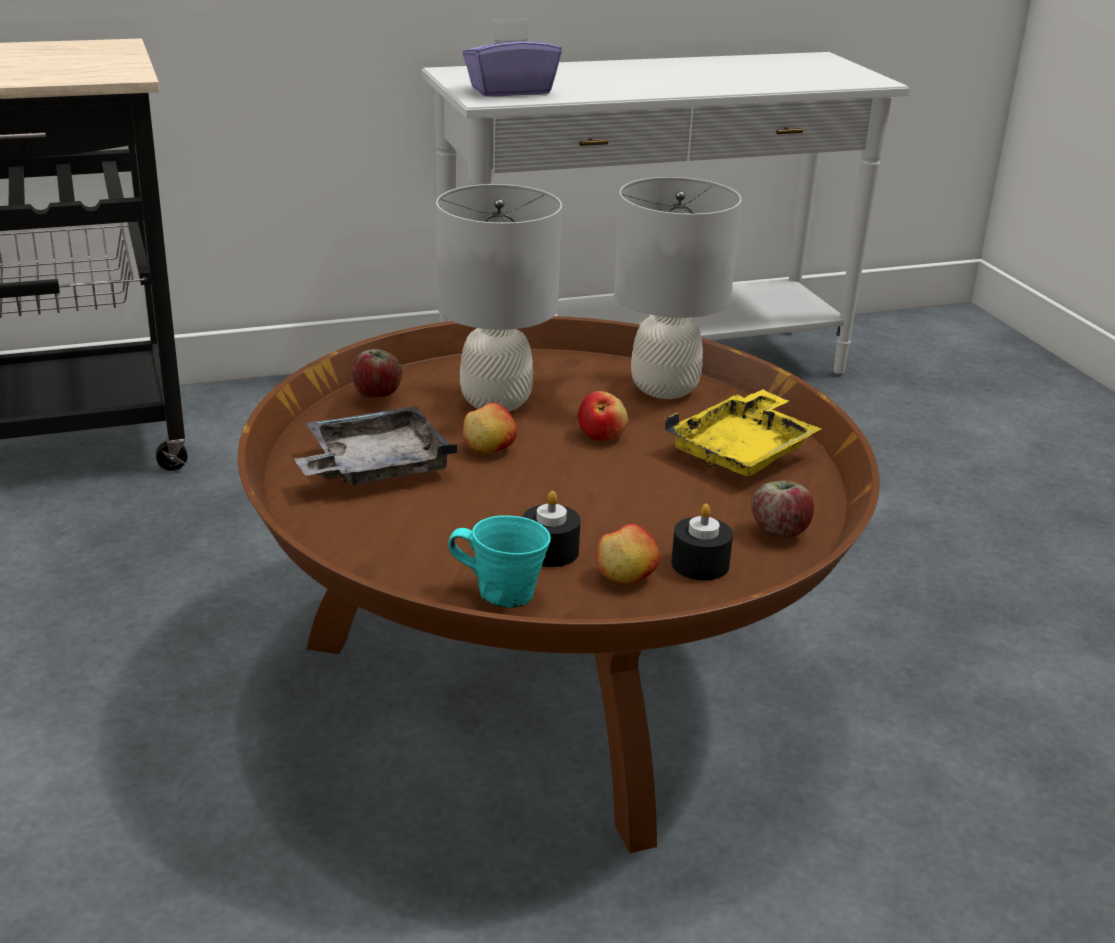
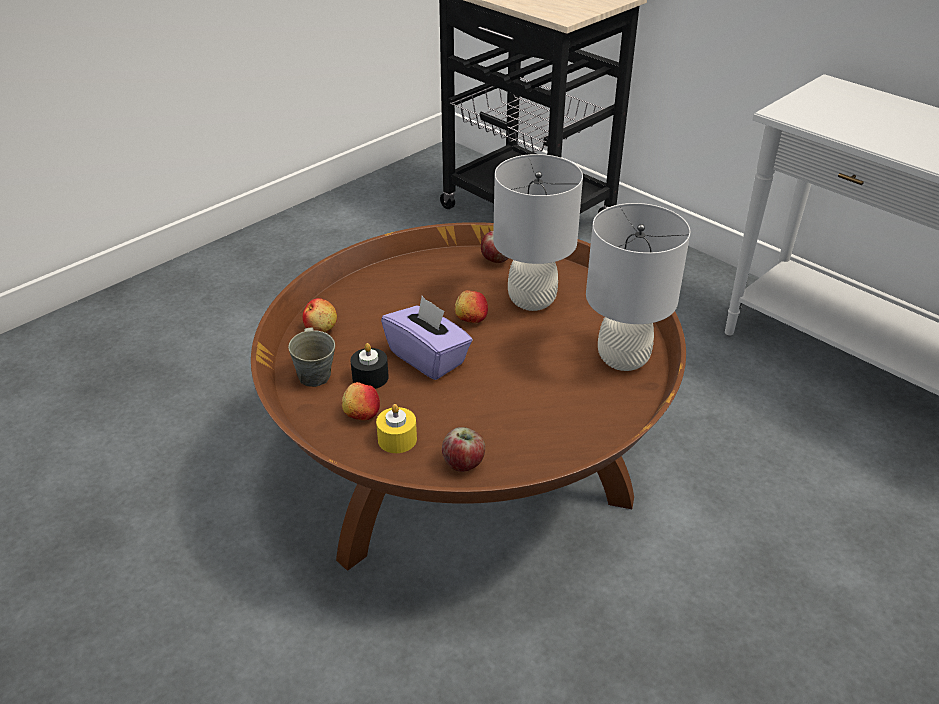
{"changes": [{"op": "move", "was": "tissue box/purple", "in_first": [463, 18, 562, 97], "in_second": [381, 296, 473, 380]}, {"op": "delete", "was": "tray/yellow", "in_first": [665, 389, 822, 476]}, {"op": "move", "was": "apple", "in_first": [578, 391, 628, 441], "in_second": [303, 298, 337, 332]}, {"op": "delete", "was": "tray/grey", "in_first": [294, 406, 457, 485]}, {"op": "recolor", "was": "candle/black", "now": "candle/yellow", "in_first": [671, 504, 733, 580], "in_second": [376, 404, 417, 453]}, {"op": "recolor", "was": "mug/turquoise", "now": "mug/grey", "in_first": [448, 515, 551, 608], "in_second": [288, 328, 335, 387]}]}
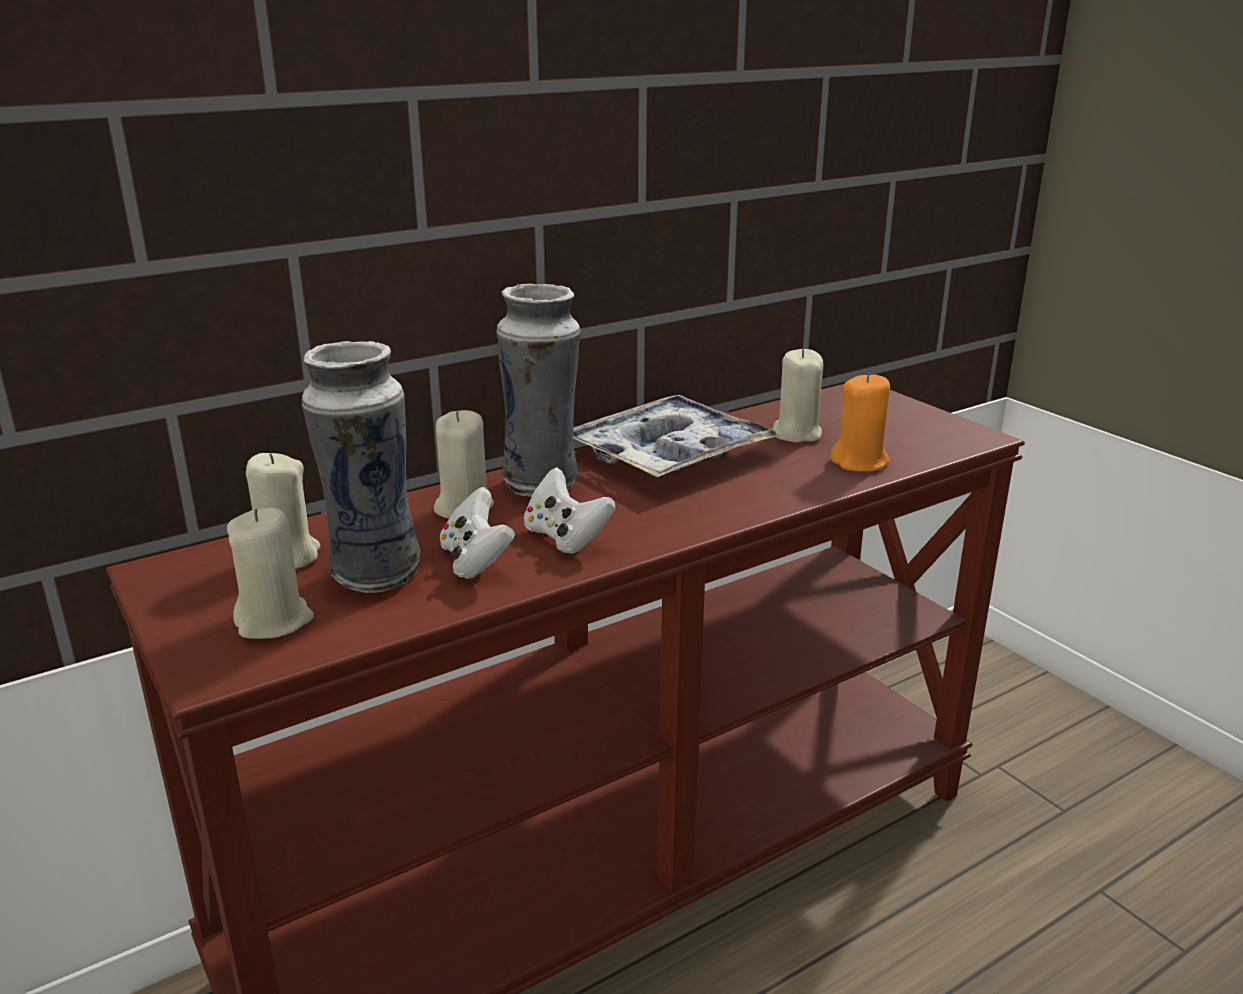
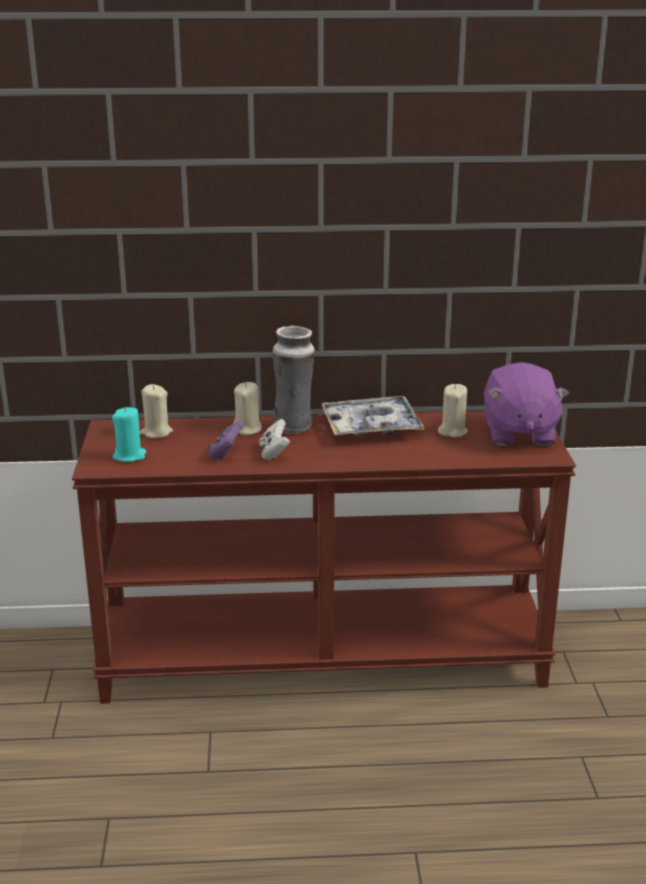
{"changes": [{"op": "delete", "was": "vase", "in_first": [302, 341, 420, 593]}, {"op": "delete", "was": "candle/orange", "in_first": [830, 373, 890, 472]}, {"op": "recolor", "was": "game controller/white", "now": "game controller/purple", "in_first": [440, 487, 515, 579], "in_second": [208, 420, 244, 459]}, {"op": "recolor", "was": "candle/beige", "now": "candle/turquoise", "in_first": [227, 508, 314, 639], "in_second": [112, 407, 146, 462]}, {"op": "insert", "now": "plush toy/purple", "in_second": [484, 362, 569, 446]}]}
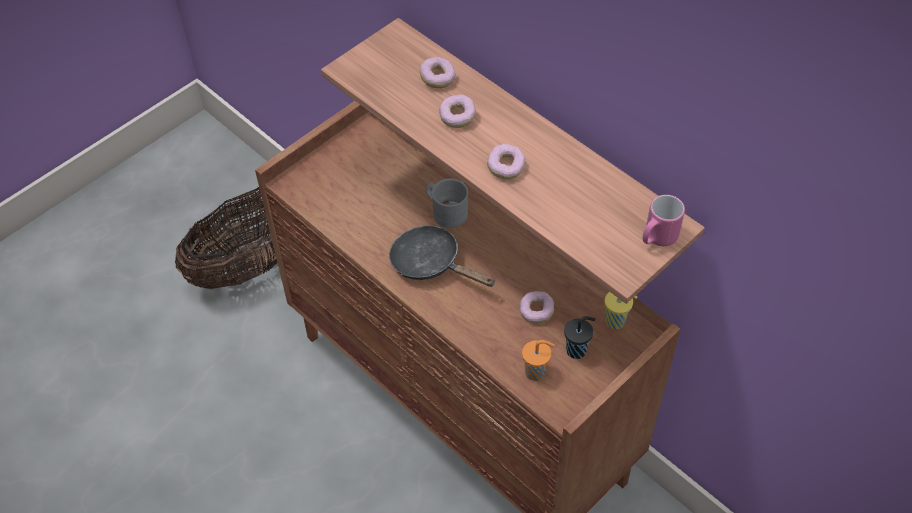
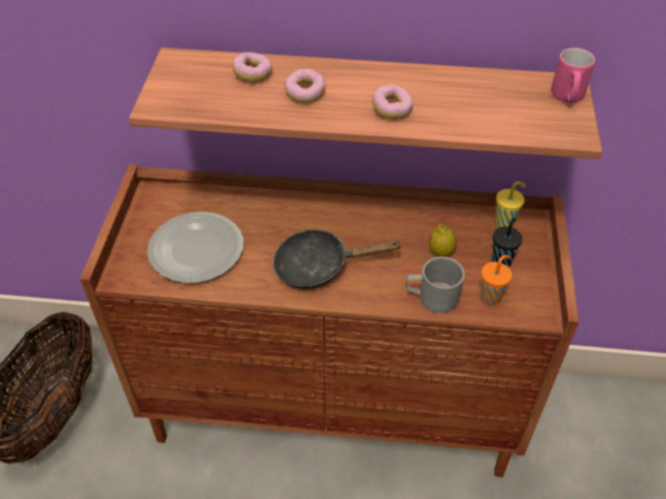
{"changes": [{"op": "move", "was": "mug/grey", "in_first": [426, 178, 468, 228], "in_second": [406, 256, 465, 313]}, {"op": "replace", "was": "donut", "now": "lemon", "in_first": [520, 291, 554, 324], "in_second": [429, 224, 457, 257]}, {"op": "insert", "now": "plate", "in_second": [147, 212, 244, 283]}]}
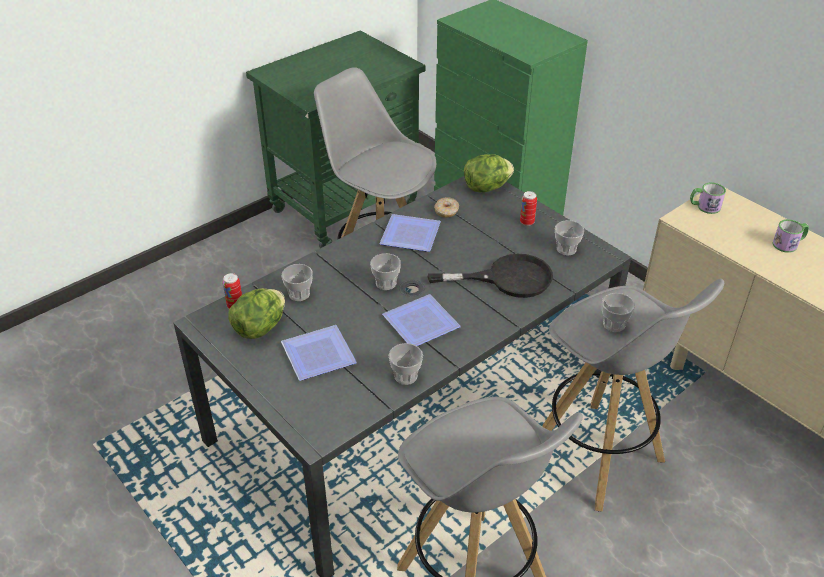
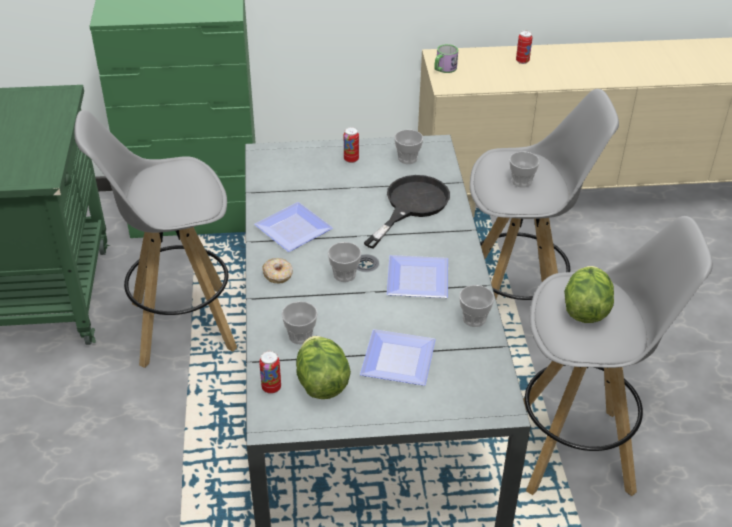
{"changes": [{"op": "move", "was": "lettuce", "in_first": [464, 154, 514, 192], "in_second": [564, 266, 614, 323]}, {"op": "move", "was": "donut", "in_first": [434, 197, 459, 218], "in_second": [263, 258, 293, 283]}, {"op": "replace", "was": "mug", "now": "can", "in_first": [773, 219, 809, 253], "in_second": [516, 31, 532, 64]}]}
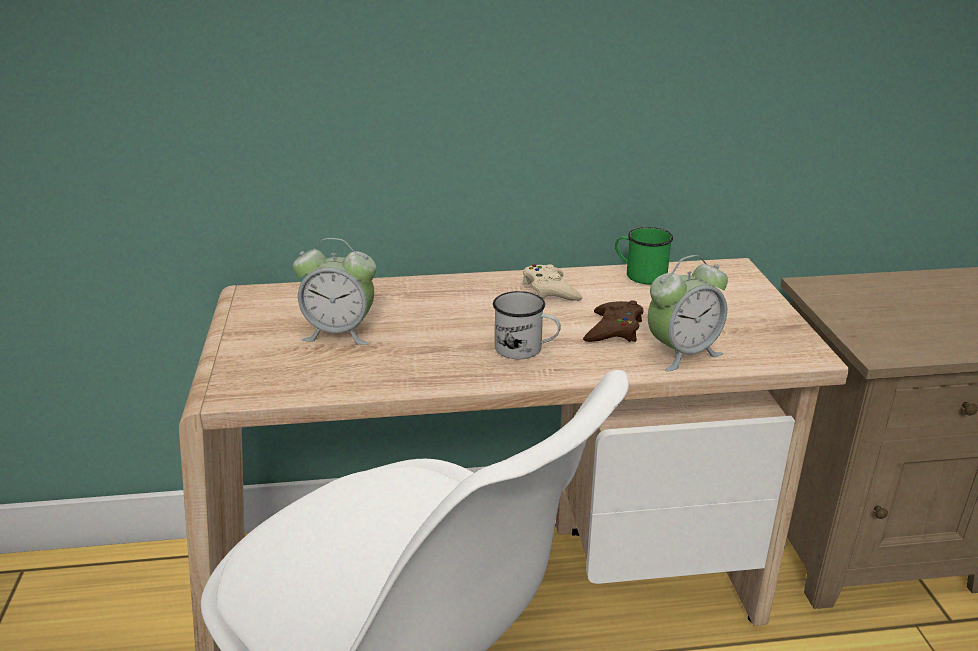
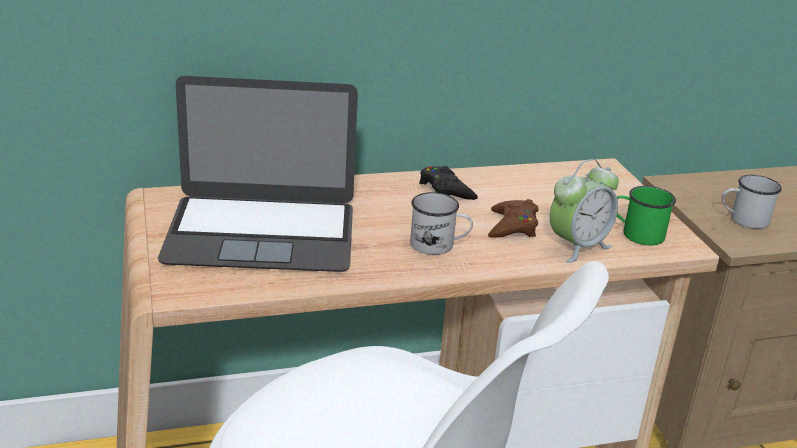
{"changes": [{"op": "move", "was": "mug/green", "in_first": [615, 227, 673, 284], "in_second": [617, 186, 676, 245]}, {"op": "replace", "was": "alarm clock", "now": "laptop", "in_first": [293, 238, 376, 345], "in_second": [158, 76, 358, 272]}, {"op": "recolor", "was": "game controller/beige", "now": "game controller/black", "in_first": [523, 264, 582, 301], "in_second": [419, 166, 478, 200]}, {"op": "insert", "now": "mug/white", "in_second": [722, 175, 782, 229]}]}
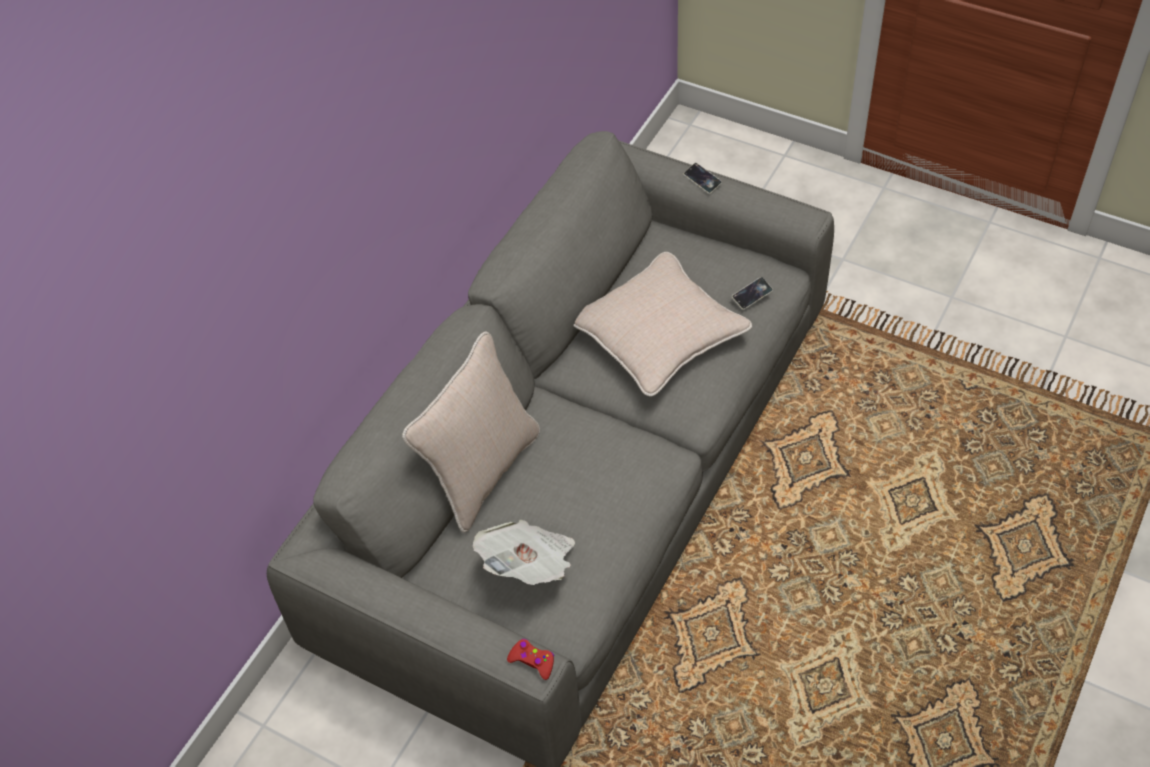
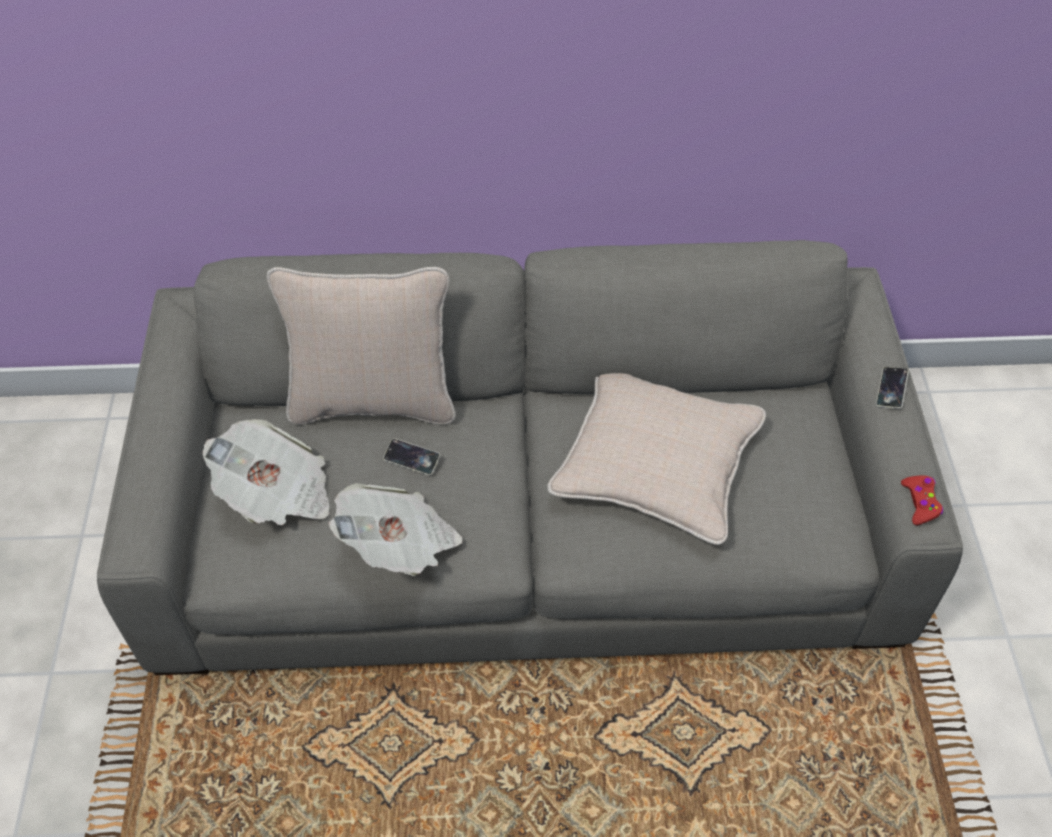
{"changes": [{"op": "move", "was": "phone", "in_first": [732, 277, 773, 310], "in_second": [383, 438, 440, 476]}, {"op": "move", "was": "game controller/red", "in_first": [507, 639, 554, 680], "in_second": [901, 476, 943, 525]}, {"op": "insert", "now": "newspaper", "in_second": [328, 483, 462, 576]}]}
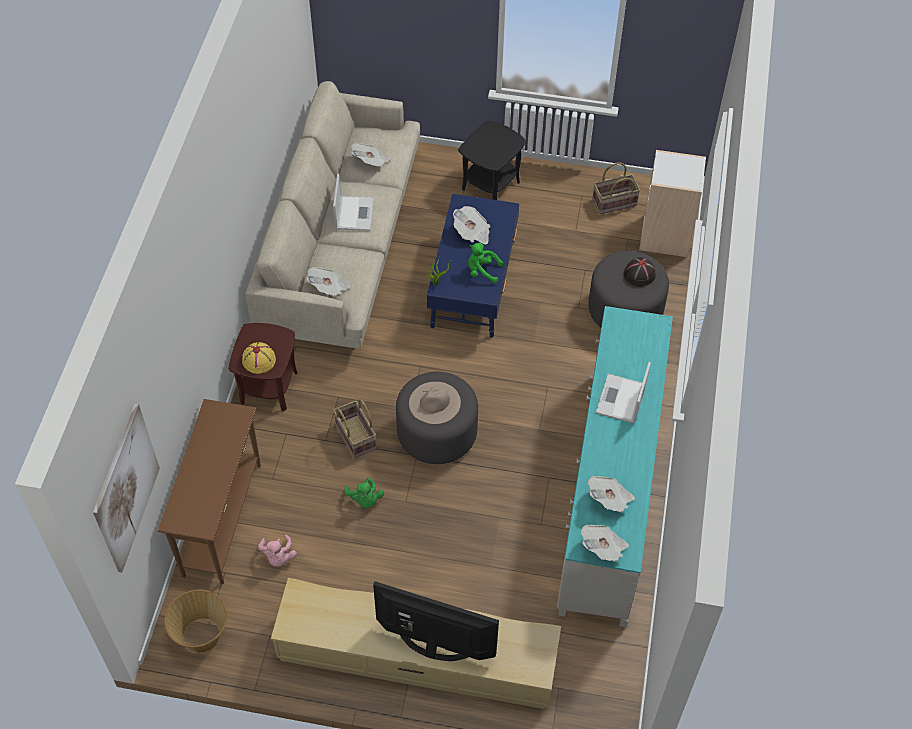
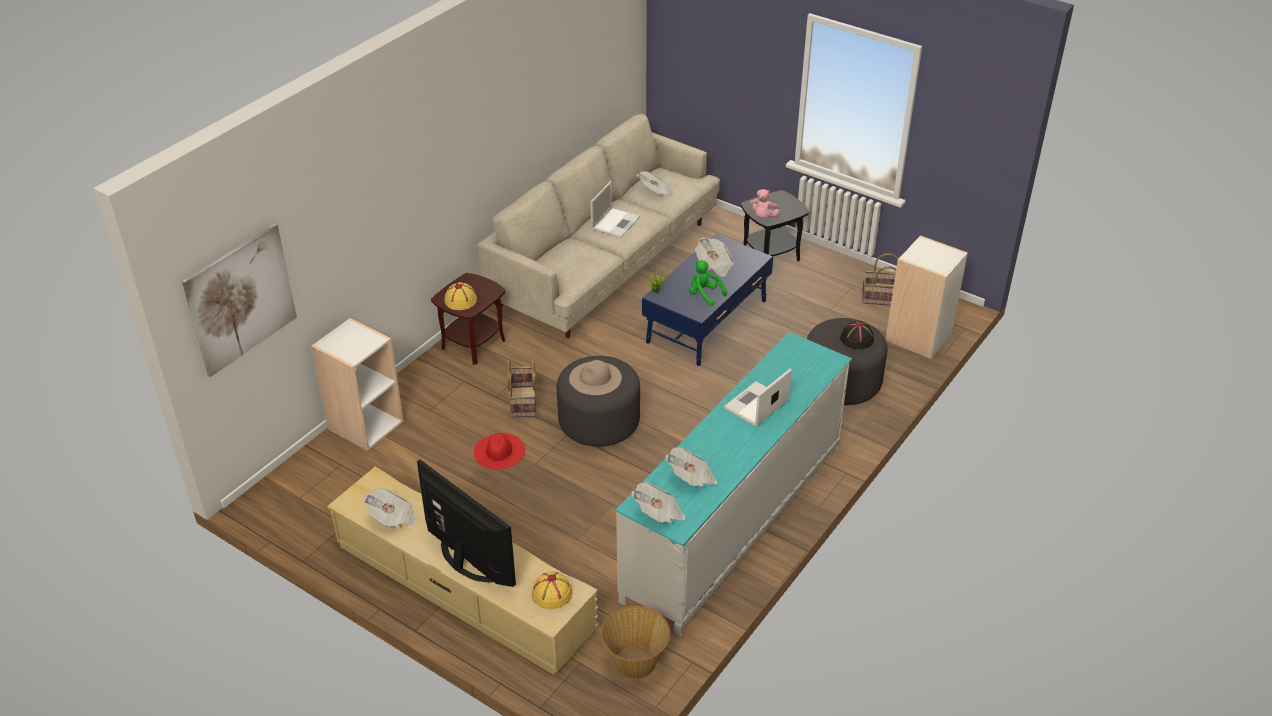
{"changes": [{"op": "move", "was": "newspaper", "in_first": [306, 267, 351, 296], "in_second": [364, 488, 416, 528]}, {"op": "replace", "was": "console table/brown", "now": "bookcase", "in_first": [158, 399, 261, 584], "in_second": [311, 318, 404, 451]}, {"op": "replace", "was": "plush toy/green", "now": "hat/red", "in_first": [344, 477, 384, 508], "in_second": [474, 433, 525, 470]}, {"op": "move", "was": "plush toy/pink", "in_first": [258, 535, 297, 567], "in_second": [750, 189, 779, 218]}, {"op": "move", "was": "basket", "in_first": [164, 590, 227, 653], "in_second": [601, 606, 670, 679]}, {"op": "insert", "now": "hat/yellow", "in_second": [532, 571, 572, 609]}]}
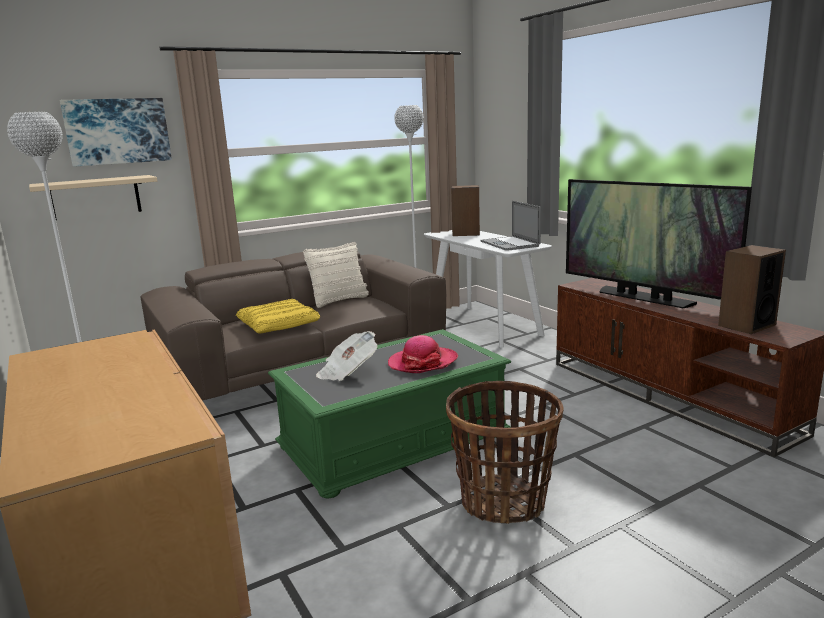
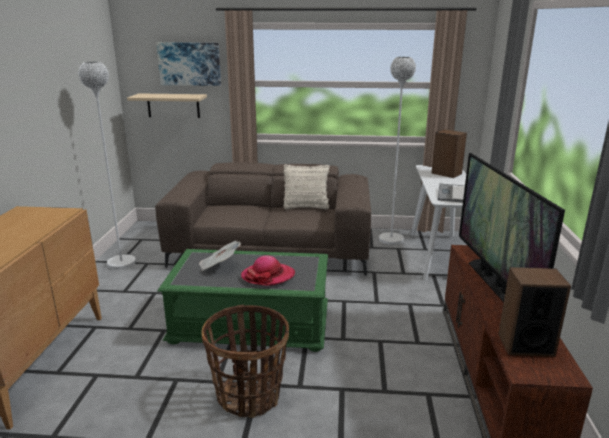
{"changes": [{"op": "delete", "was": "pillow/yellow", "in_first": [236, 299, 320, 334]}]}
